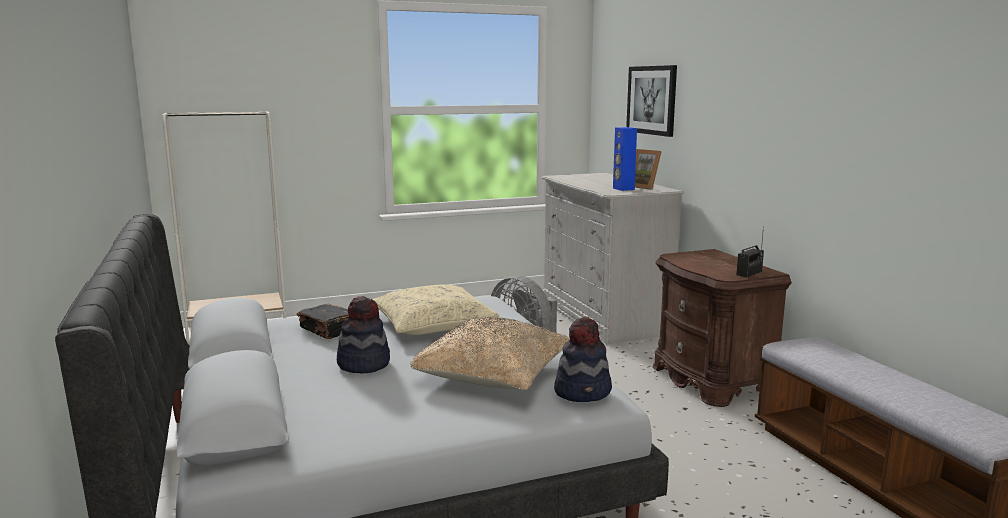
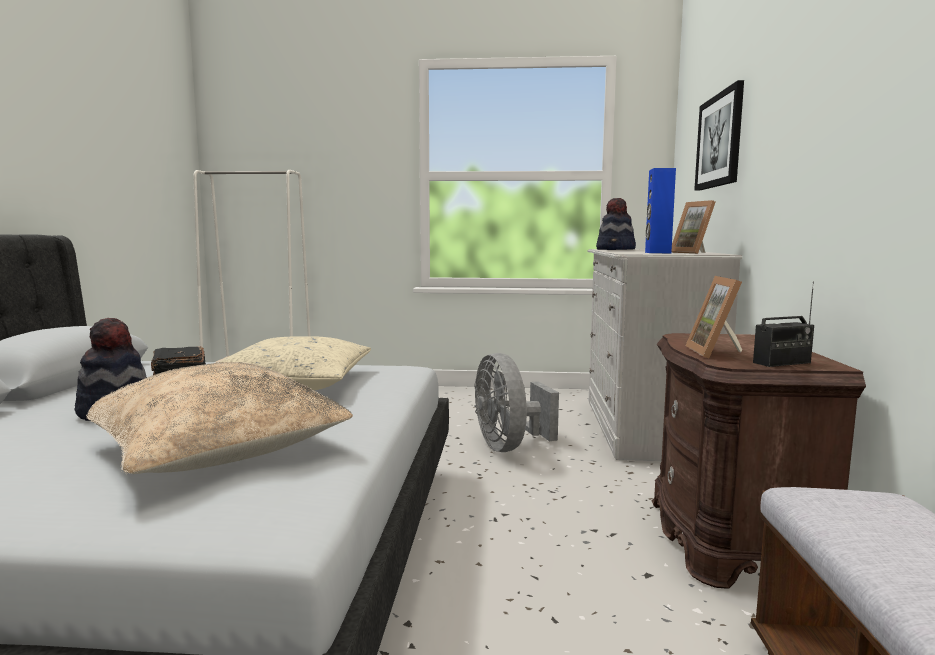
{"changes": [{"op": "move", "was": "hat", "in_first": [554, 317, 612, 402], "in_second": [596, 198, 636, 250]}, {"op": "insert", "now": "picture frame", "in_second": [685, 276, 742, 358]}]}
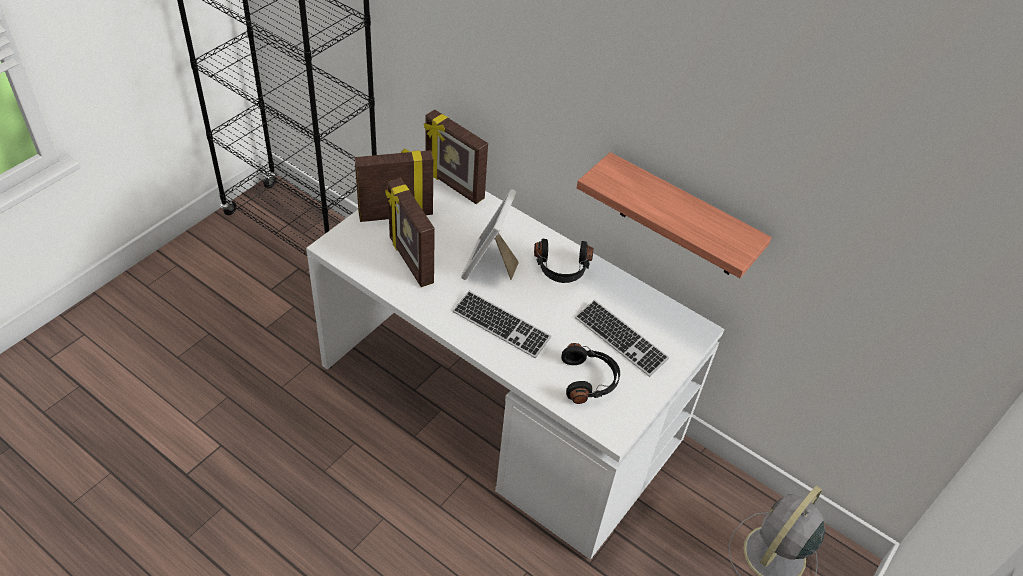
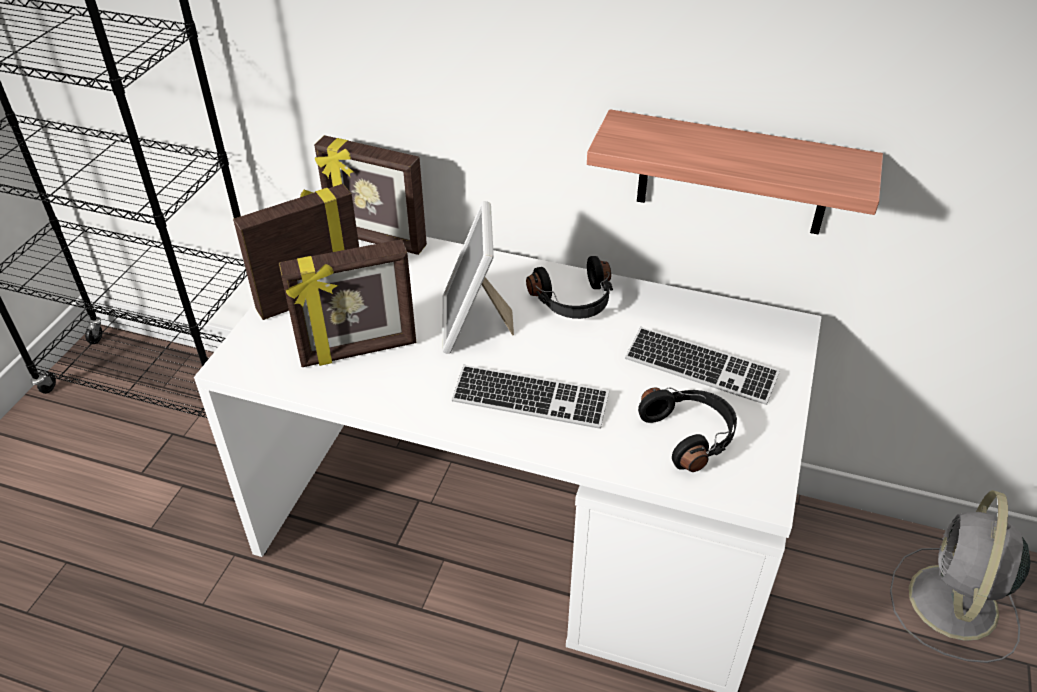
{"changes": [{"op": "rotate", "was": "picture frame", "in_first": [385, 178, 435, 287], "in_second": [279, 239, 416, 367], "clockwise": -60}]}
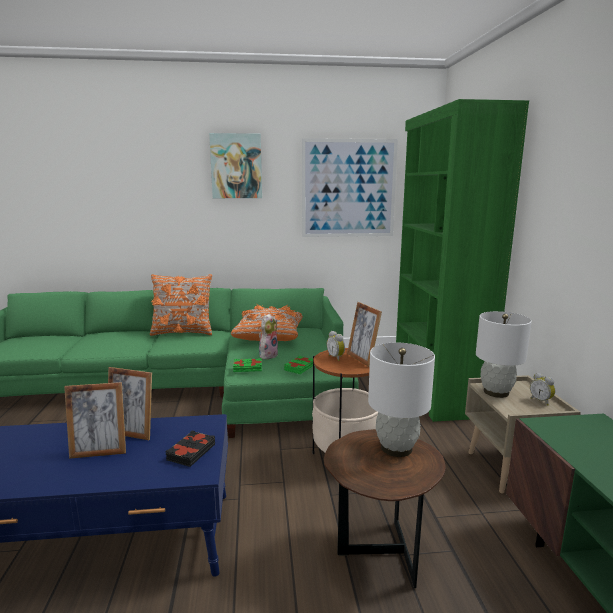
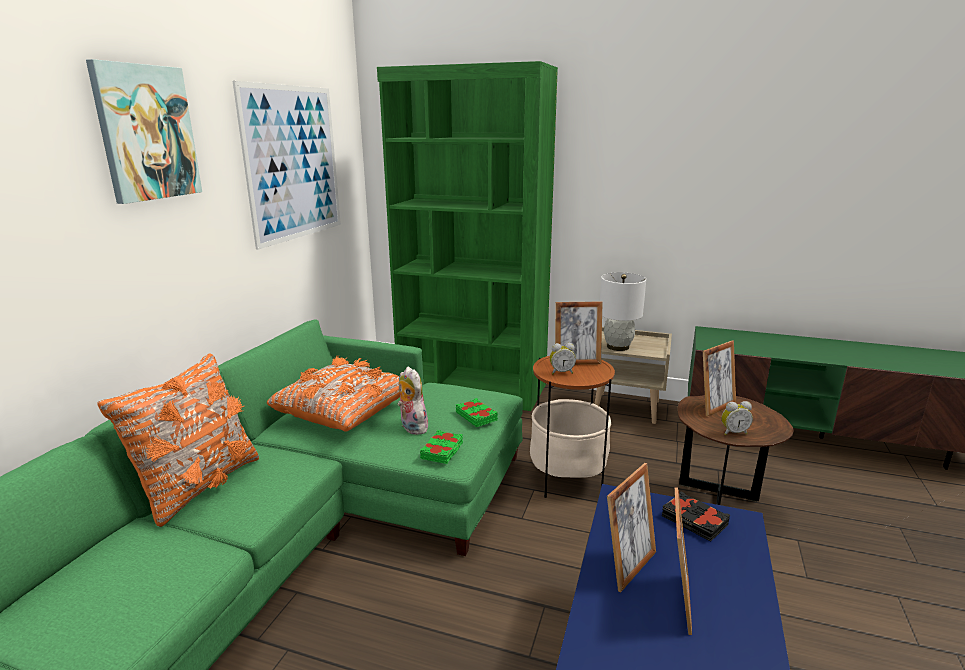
{"changes": [{"op": "replace", "was": "table lamp/white", "now": "picture frame", "in_first": [368, 343, 435, 457], "in_second": [703, 340, 736, 417]}, {"op": "move", "was": "alarm clock", "in_first": [530, 373, 555, 406], "in_second": [721, 401, 753, 436]}]}
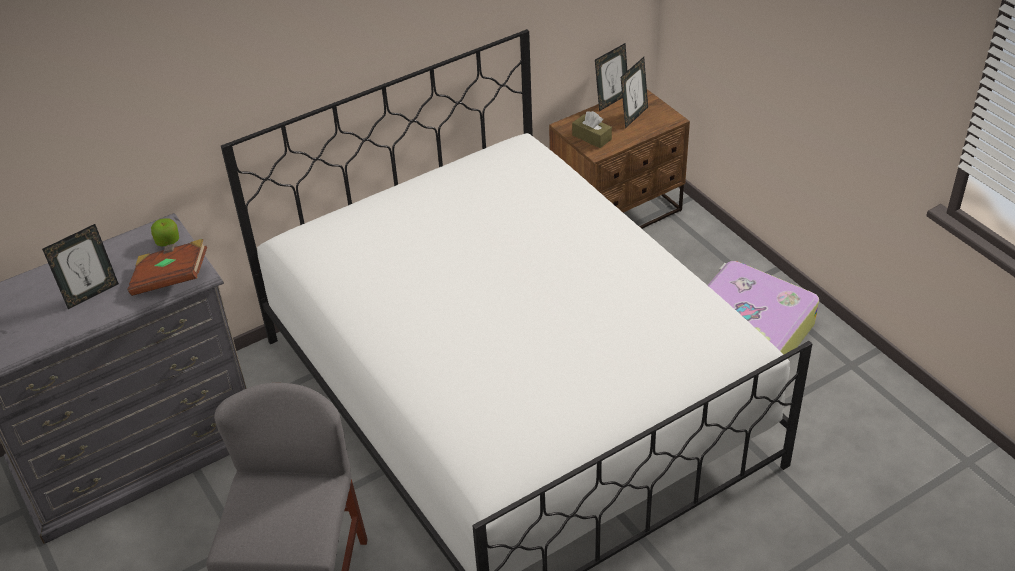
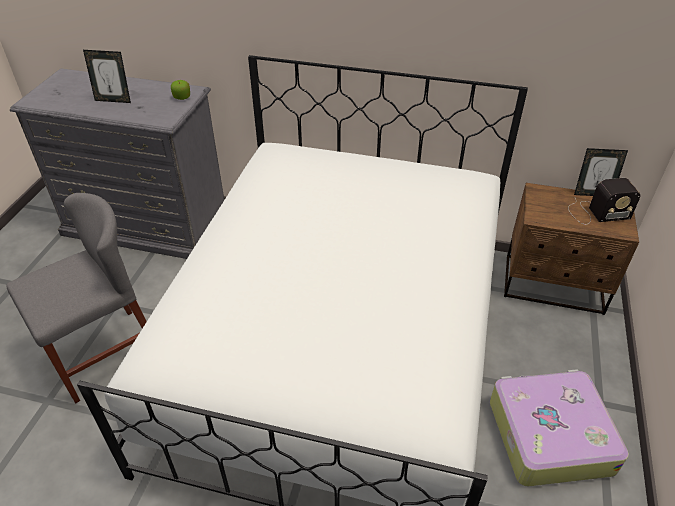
{"changes": [{"op": "replace", "was": "picture frame", "now": "radio", "in_first": [621, 57, 648, 128], "in_second": [568, 178, 641, 225]}, {"op": "delete", "was": "tissue box/brown", "in_first": [572, 111, 612, 148]}, {"op": "delete", "was": "book/brown", "in_first": [127, 239, 207, 296]}]}
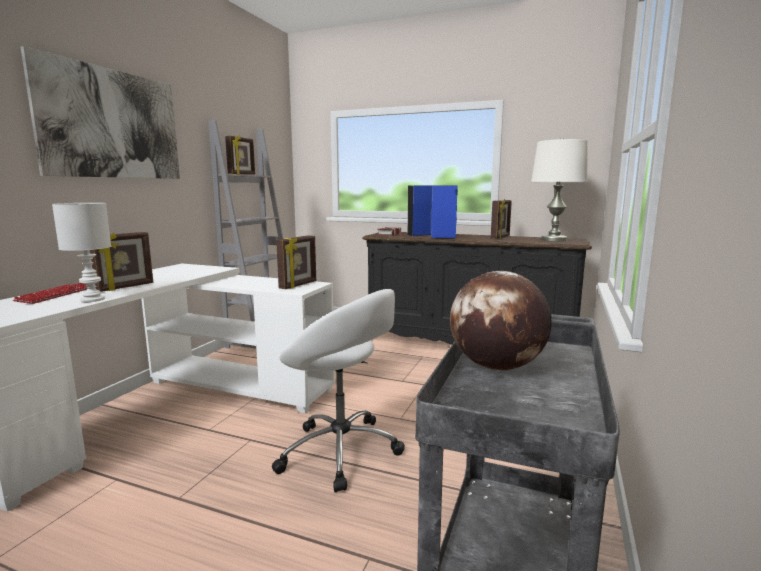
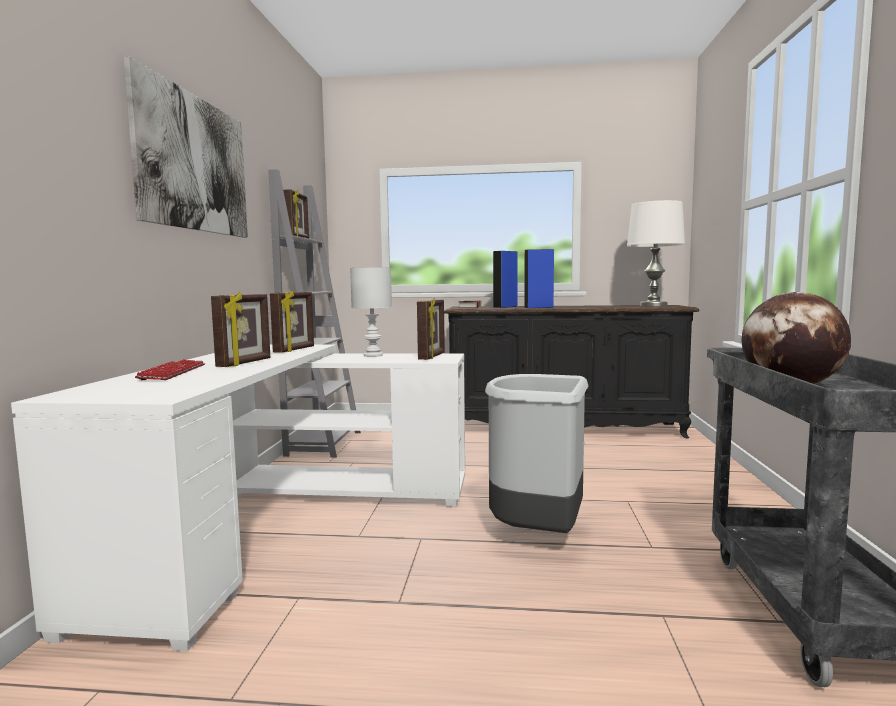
{"changes": [{"op": "move", "was": "picture frame", "in_first": [491, 199, 512, 239], "in_second": [270, 290, 314, 353]}, {"op": "move", "was": "table lamp/white", "in_first": [52, 203, 111, 302], "in_second": [350, 267, 392, 357]}, {"op": "replace", "was": "office chair/white", "now": "trash can/grey", "in_first": [272, 289, 405, 492], "in_second": [485, 374, 588, 533]}]}
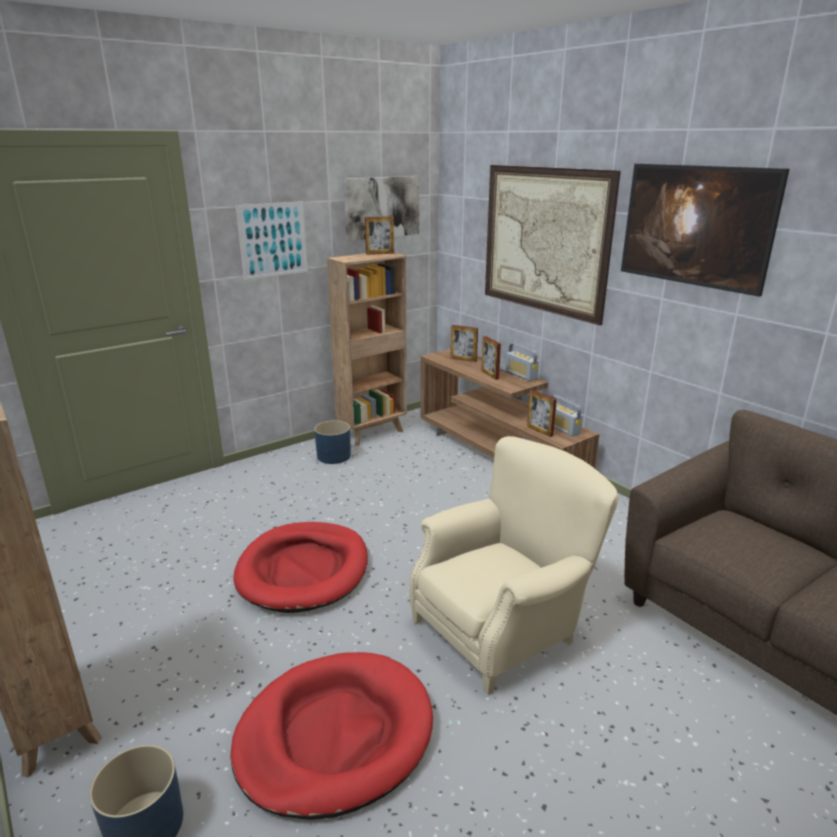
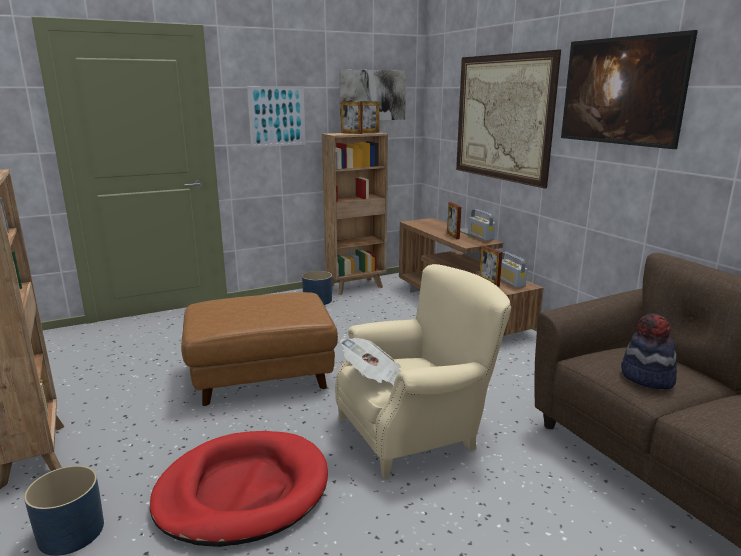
{"changes": [{"op": "move", "was": "picture frame", "in_first": [451, 325, 478, 362], "in_second": [341, 101, 363, 134]}, {"op": "replace", "was": "dog bed/red", "now": "ottoman/brown", "in_first": [233, 522, 368, 613], "in_second": [181, 292, 338, 406]}, {"op": "insert", "now": "hat", "in_second": [621, 313, 677, 389]}, {"op": "insert", "now": "newspaper", "in_second": [340, 338, 401, 384]}]}
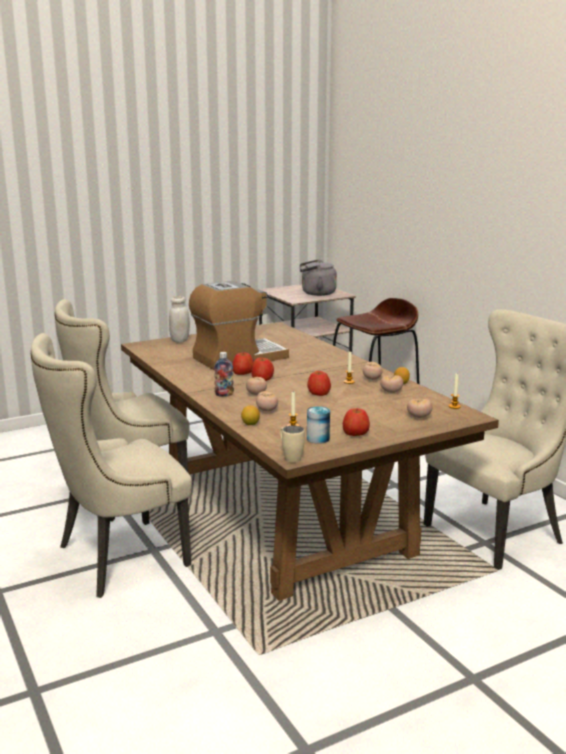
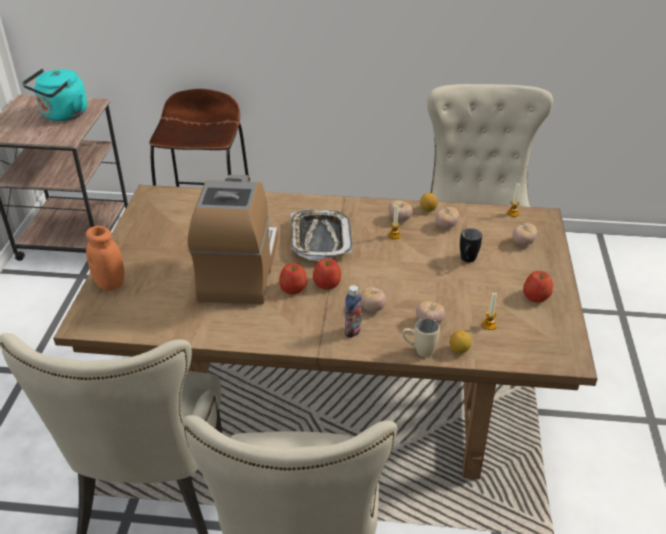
{"changes": [{"op": "recolor", "was": "kettle/grey", "now": "kettle/turquoise", "in_first": [300, 260, 337, 296], "in_second": [22, 68, 87, 121]}, {"op": "recolor", "was": "jar/white", "now": "jar/orange", "in_first": [169, 296, 190, 343], "in_second": [86, 226, 125, 291]}, {"op": "delete", "was": "apple", "in_first": [307, 371, 331, 396]}, {"op": "delete", "was": "can", "in_first": [307, 406, 330, 444]}, {"op": "move", "was": "mug/beige", "in_first": [280, 426, 305, 463], "in_second": [402, 318, 440, 357]}, {"op": "insert", "now": "tray", "in_second": [291, 209, 353, 261]}, {"op": "insert", "now": "mug/black", "in_second": [460, 228, 482, 262]}]}
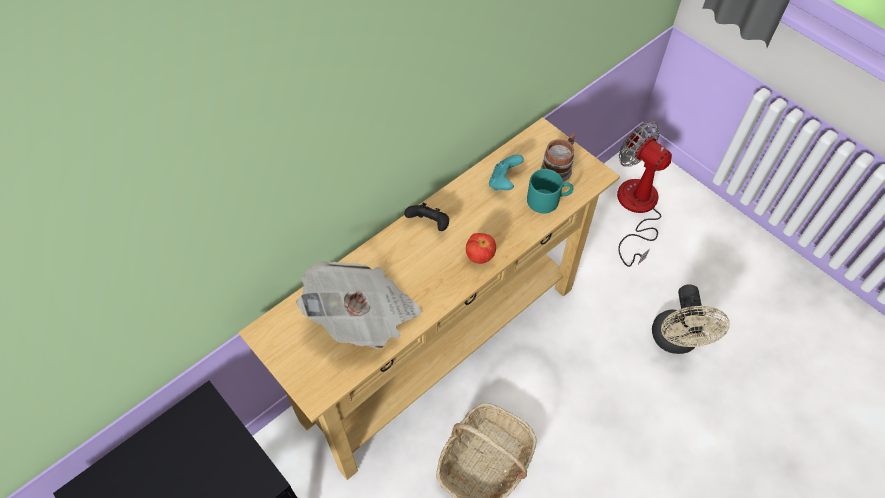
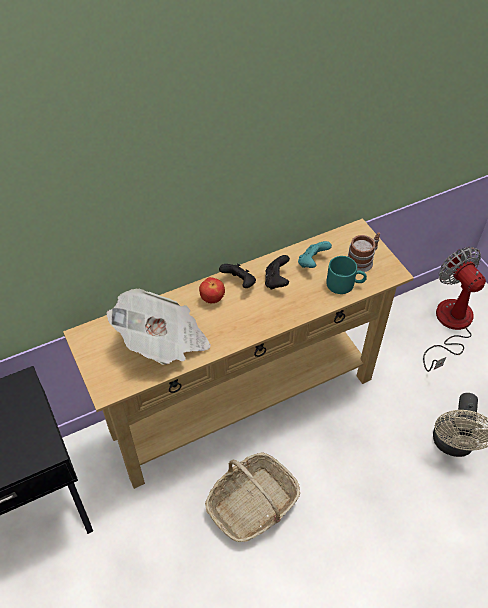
{"changes": [{"op": "move", "was": "apple", "in_first": [466, 233, 496, 264], "in_second": [199, 277, 225, 303]}, {"op": "insert", "now": "game controller/black", "in_second": [265, 255, 290, 290]}]}
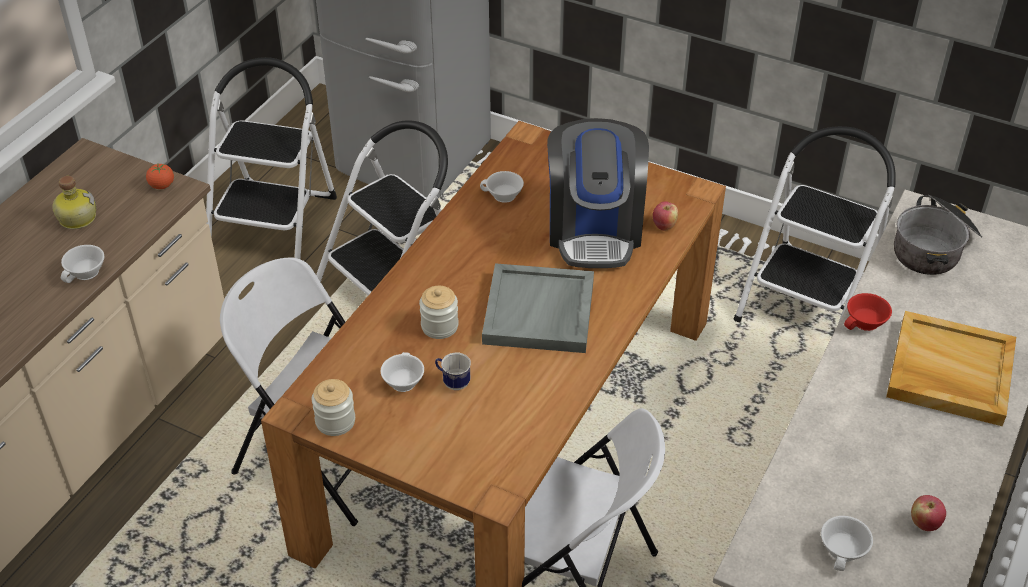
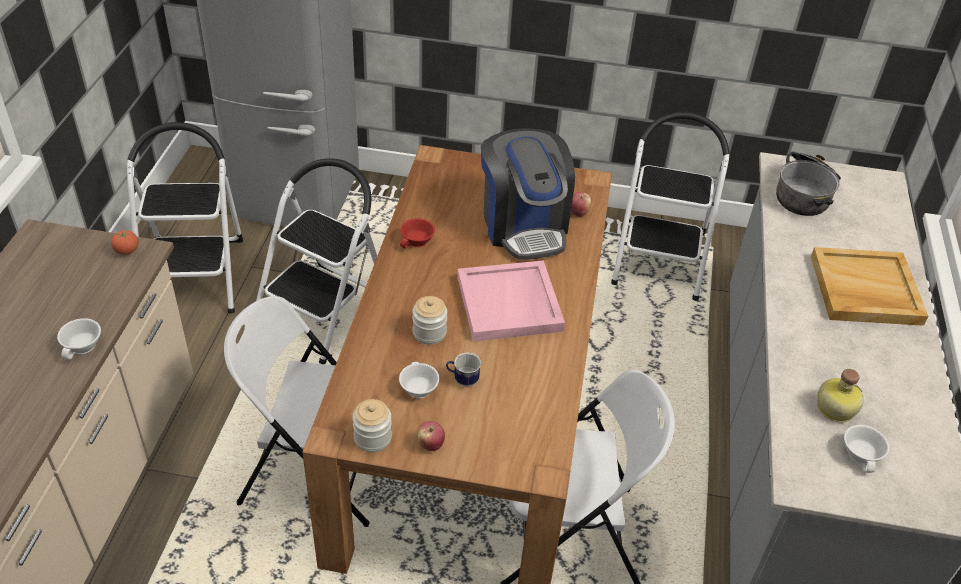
{"changes": [{"op": "delete", "was": "cup/white", "in_first": [480, 171, 524, 203]}, {"op": "move", "was": "bottle", "in_first": [52, 176, 96, 229], "in_second": [817, 369, 864, 422]}, {"op": "recolor", "was": "tray/grey", "now": "tray/pink", "in_first": [482, 263, 594, 353], "in_second": [457, 260, 565, 341]}, {"op": "move", "was": "cup/red", "in_first": [844, 293, 892, 331], "in_second": [400, 218, 435, 249]}, {"op": "move", "was": "apple", "in_first": [911, 495, 946, 531], "in_second": [417, 421, 445, 451]}]}
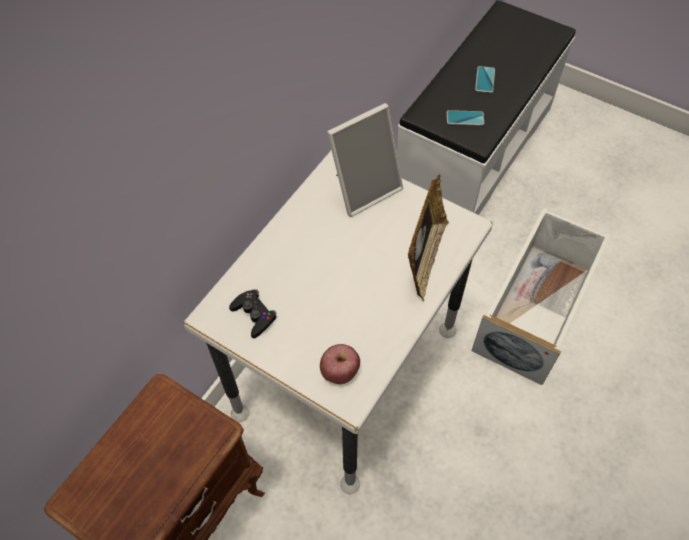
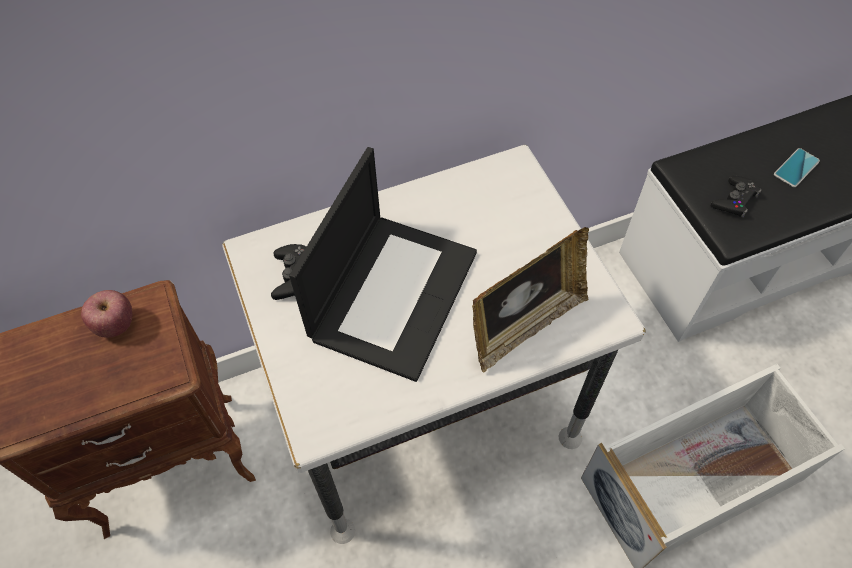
{"changes": [{"op": "delete", "was": "picture frame", "in_first": [327, 103, 403, 217]}, {"op": "replace", "was": "phone", "now": "game controller/black", "in_first": [447, 110, 484, 125], "in_second": [711, 176, 762, 217]}, {"op": "move", "was": "apple", "in_first": [320, 344, 360, 384], "in_second": [81, 290, 132, 338]}, {"op": "insert", "now": "laptop", "in_second": [289, 147, 477, 382]}]}
